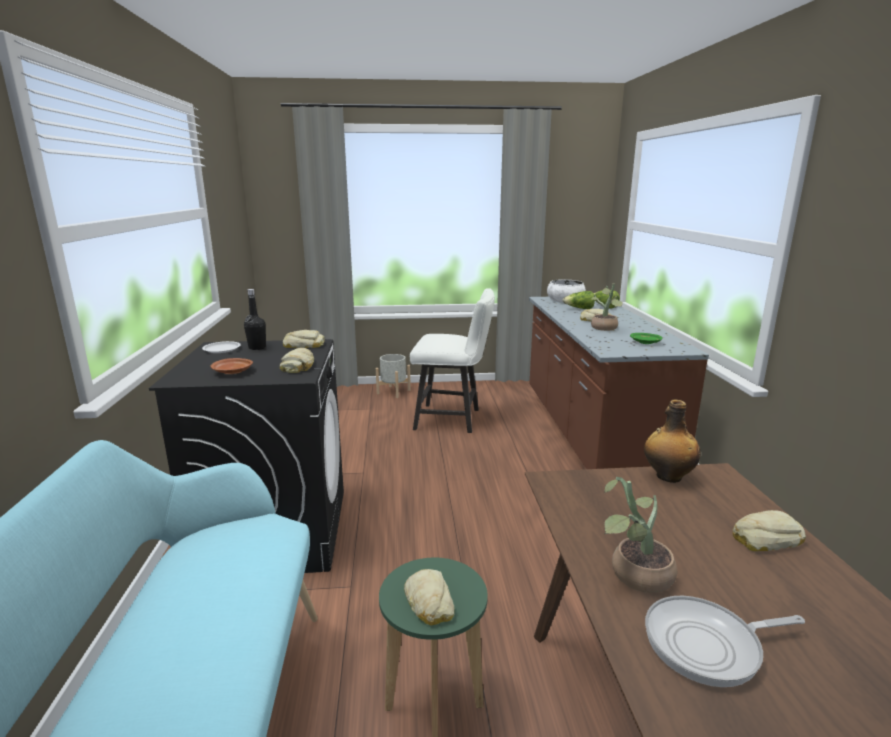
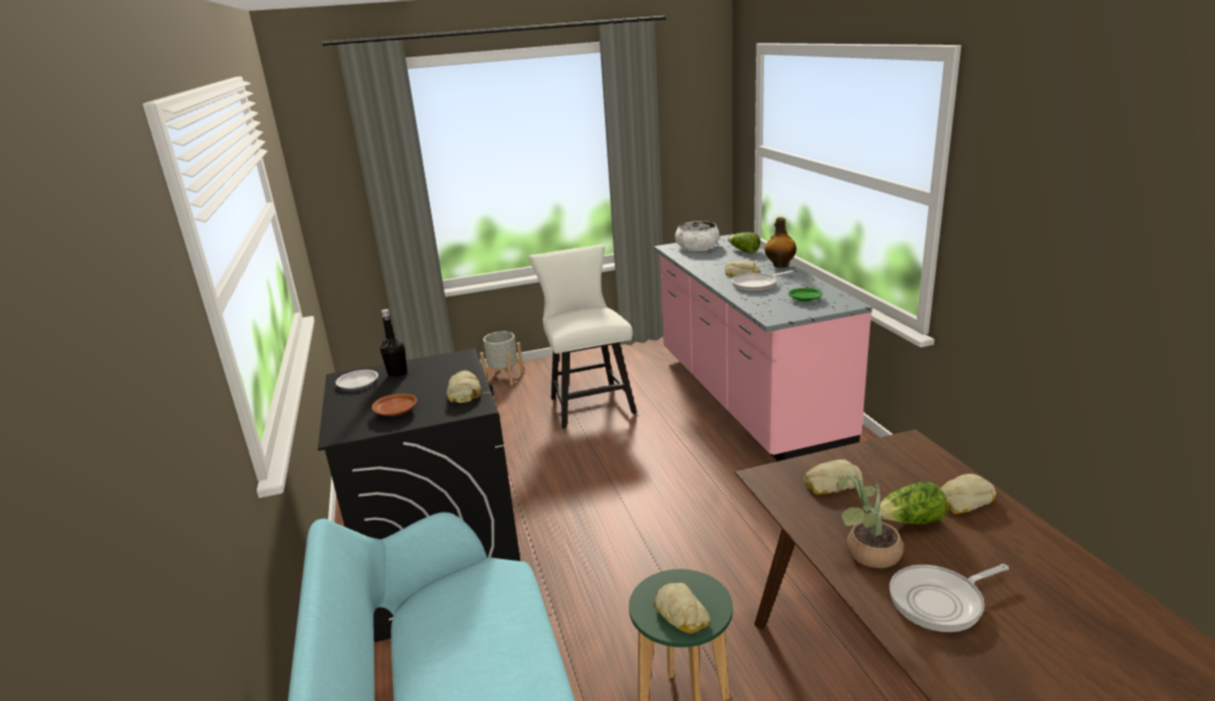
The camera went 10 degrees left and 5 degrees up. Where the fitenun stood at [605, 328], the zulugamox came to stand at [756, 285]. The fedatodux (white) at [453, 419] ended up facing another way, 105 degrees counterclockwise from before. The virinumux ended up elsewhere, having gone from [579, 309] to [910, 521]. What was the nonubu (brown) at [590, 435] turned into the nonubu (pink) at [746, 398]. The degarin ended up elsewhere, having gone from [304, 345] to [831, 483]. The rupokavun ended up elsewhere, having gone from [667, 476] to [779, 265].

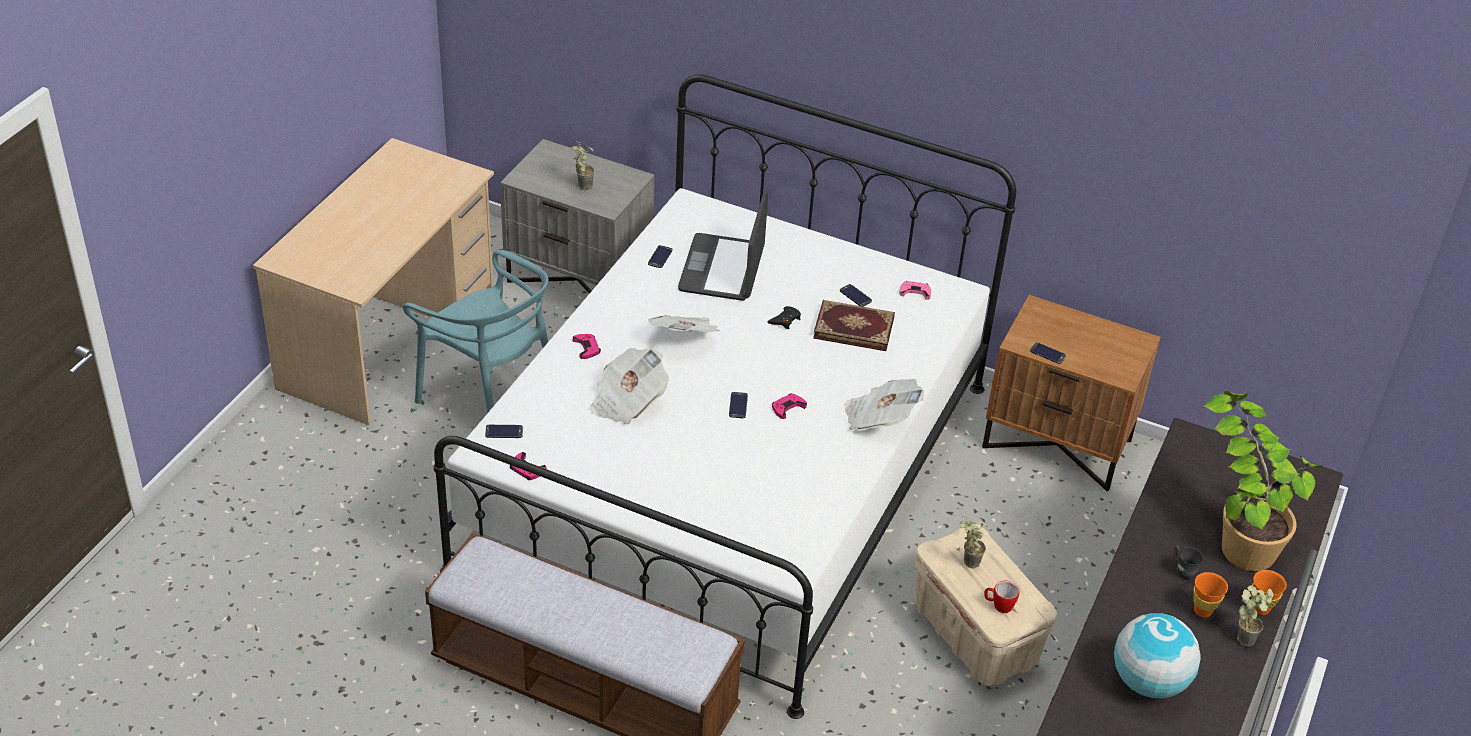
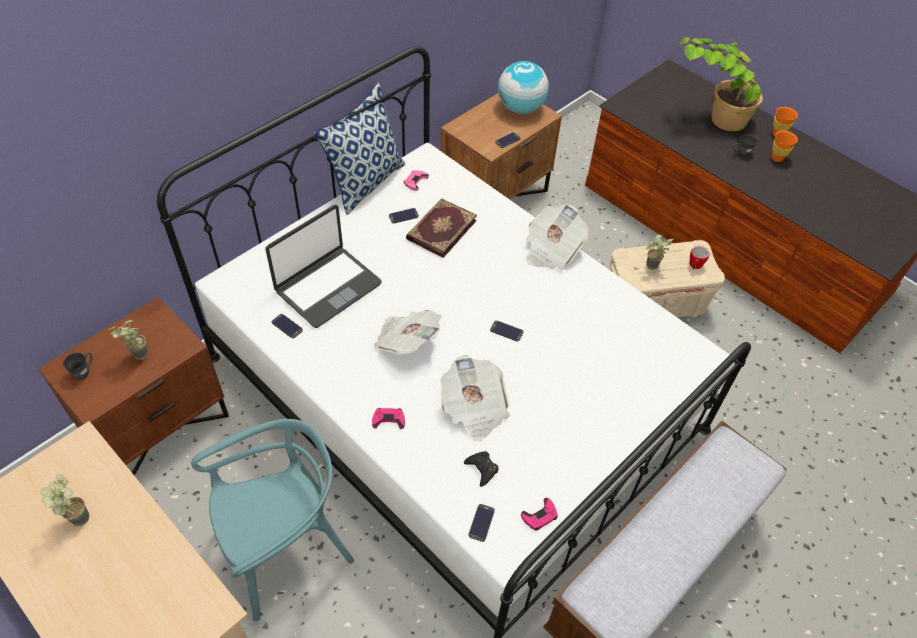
The camera went 70 degrees left and 10 degrees up. What was the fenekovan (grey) at [579, 278] turned into the fenekovan (brown) at [158, 426]. The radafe at [723, 269] ended up facing another way, 75 degrees counterclockwise from before. The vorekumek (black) ended up elsewhere, having gone from [785, 320] to [482, 469]. The second view lost the vorekumek (pink) at [787, 408]. The fitenun ended up elsewhere, having gone from [1246, 636] to [77, 515]. The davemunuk ended up elsewhere, having gone from [1149, 682] to [521, 108]. The second view gained the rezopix at [365, 182]. The second view gained the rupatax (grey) at [84, 371].

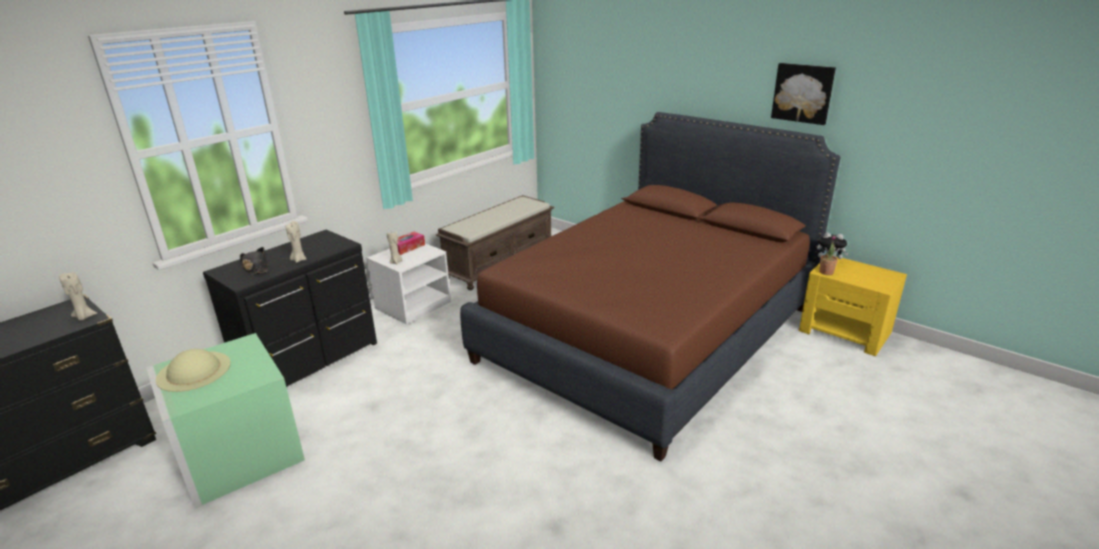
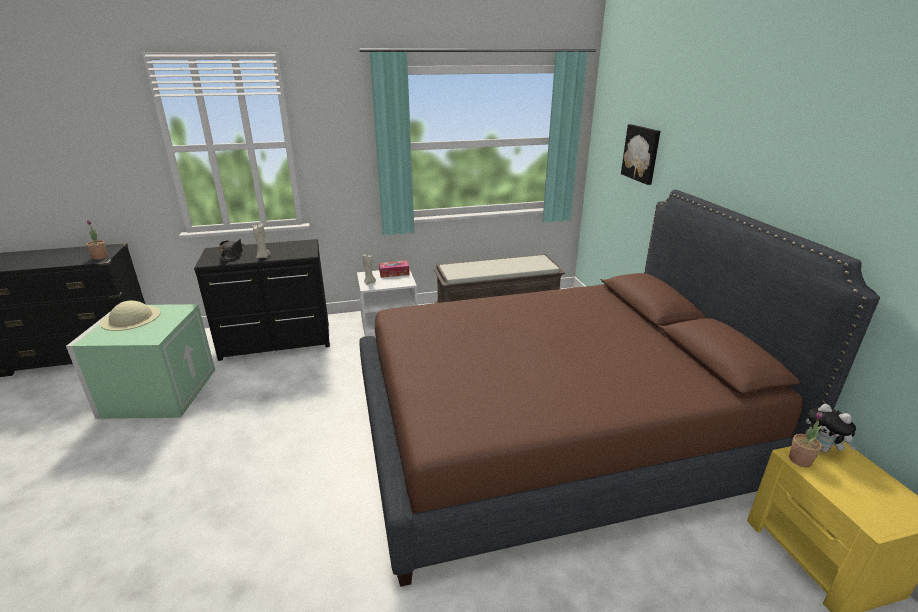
The camera went 35 degrees right and 0 degrees up. The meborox ended up elsewhere, having gone from [803, 93] to [641, 153]. Where the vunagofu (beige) stood at [84, 317], the fitenun came to stand at [100, 257].

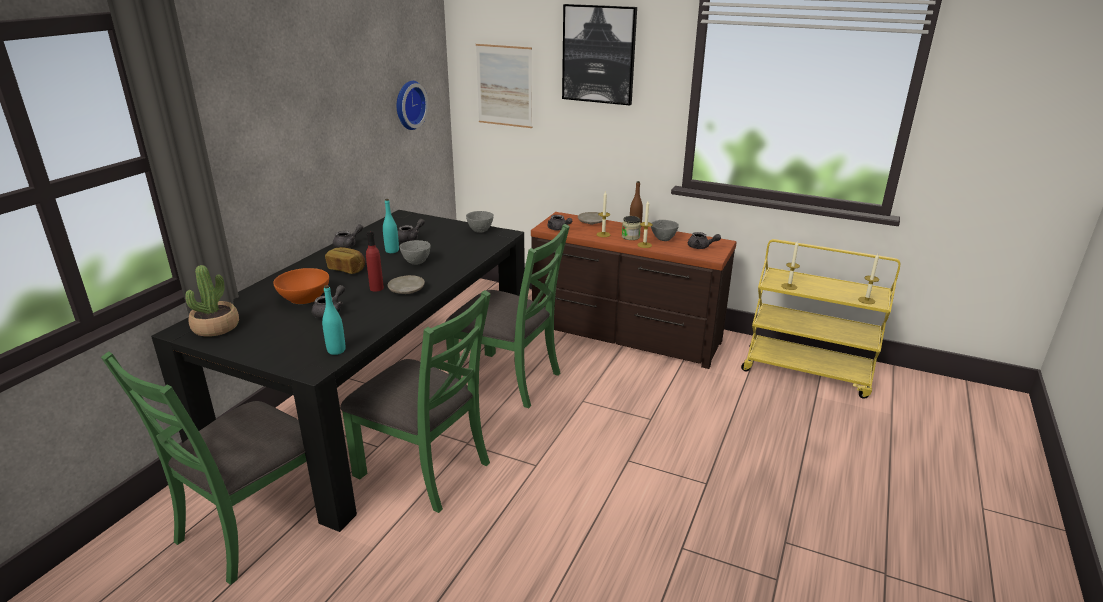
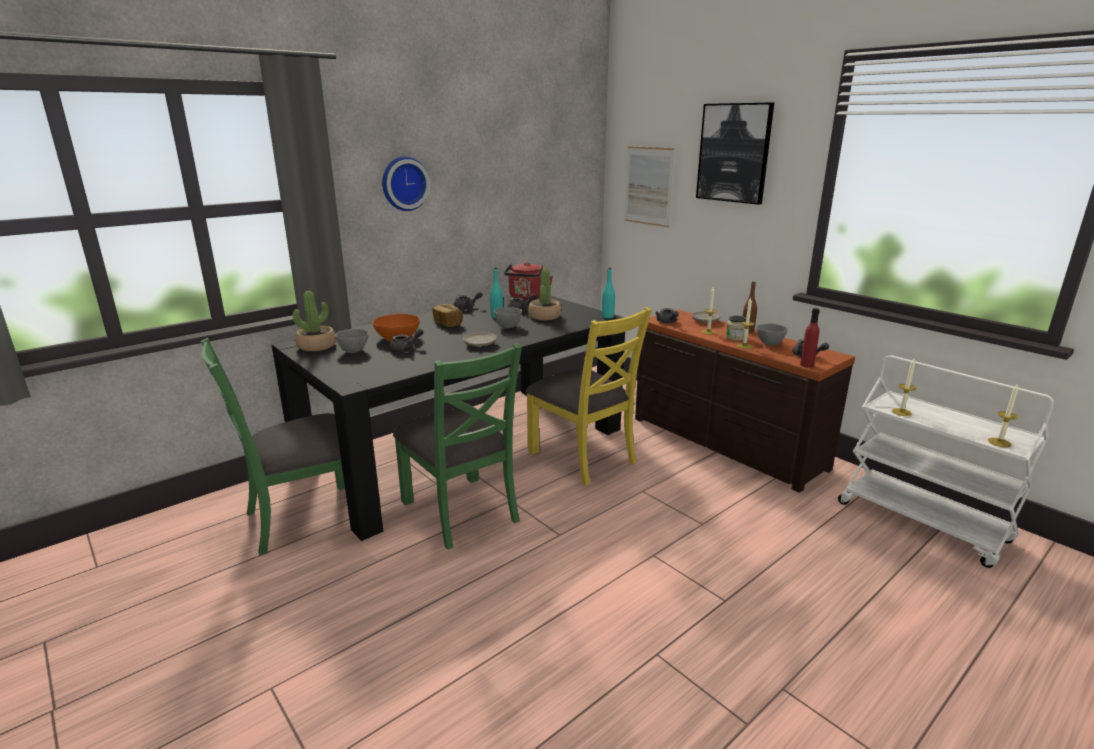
The camera went 25 degrees right and 5 degrees down. The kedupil ended up elsewhere, having gone from [408, 105] to [404, 183]. The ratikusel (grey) ended up elsewhere, having gone from [479, 231] to [353, 351]. What was the fedatodux (green) at [507, 379] turned into the fedatodux (yellow) at [583, 456]. The rupokavun (red) ended up elsewhere, having gone from [376, 288] to [806, 365]. What was the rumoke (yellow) at [807, 372] turned into the rumoke (white) at [923, 522]. The rupokavun (turquoise) ended up elsewhere, having gone from [336, 350] to [607, 316]. The second view gained the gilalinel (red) at [527, 298]. The second view gained the fitenun at [544, 316].

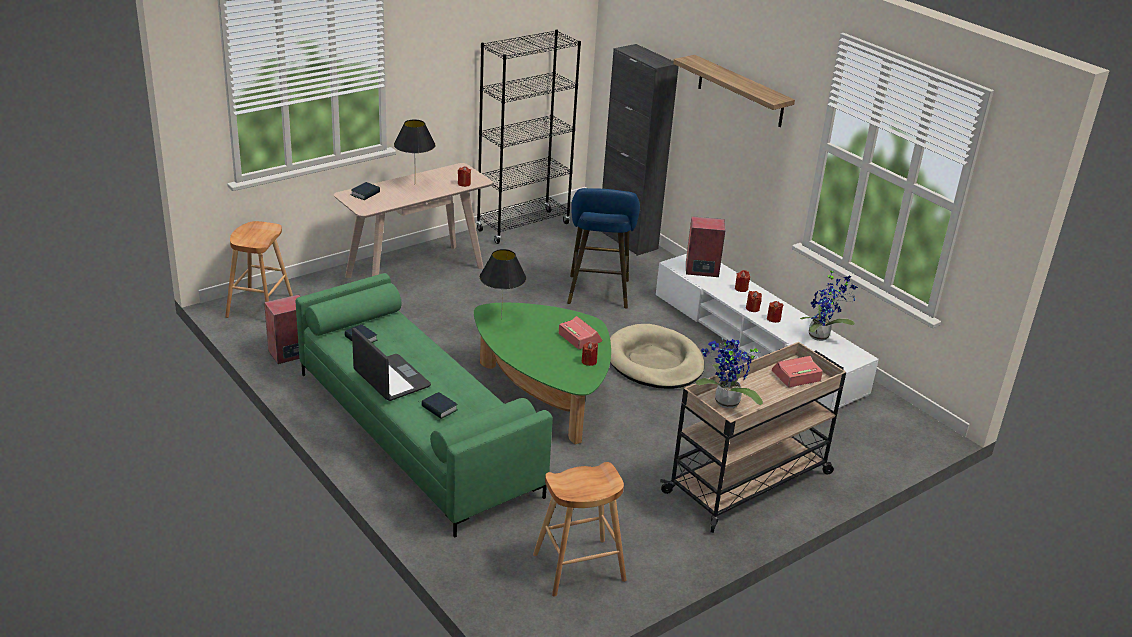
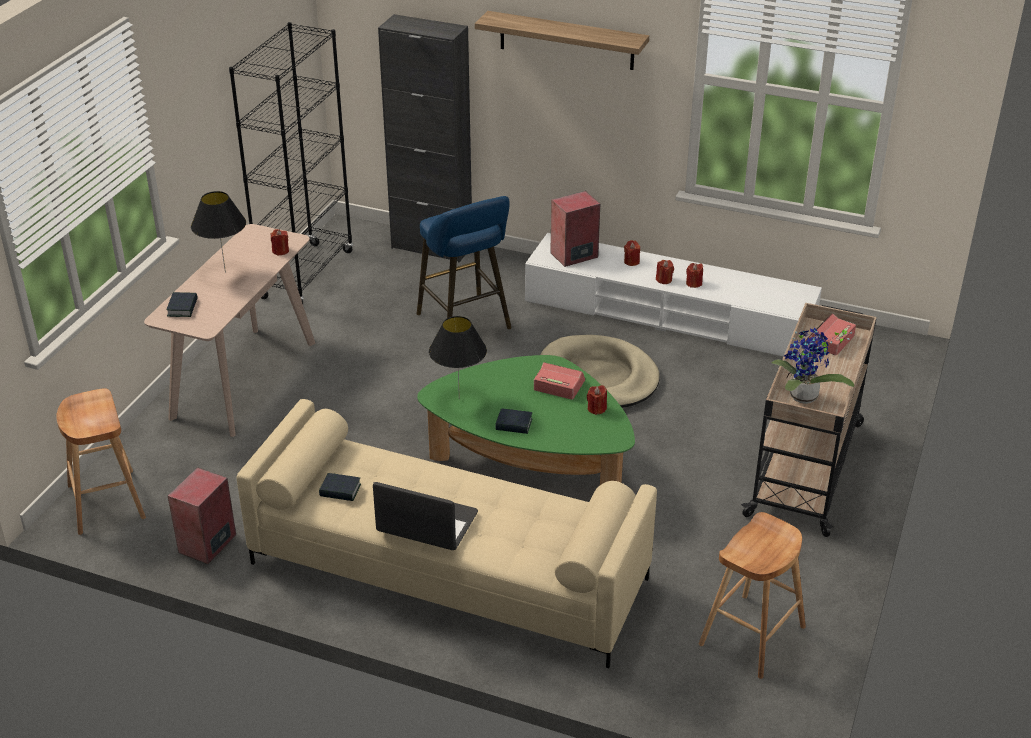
The camera went 30 degrees left and 5 degrees up. The second view lost the fitenun at [821, 336]. What was the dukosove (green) at [414, 432] turned into the dukosove (beige) at [446, 571]. The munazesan ended up elsewhere, having gone from [439, 408] to [514, 425].

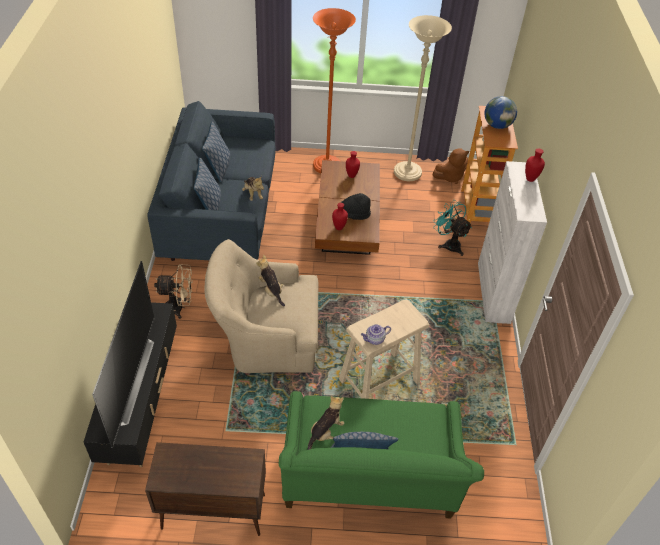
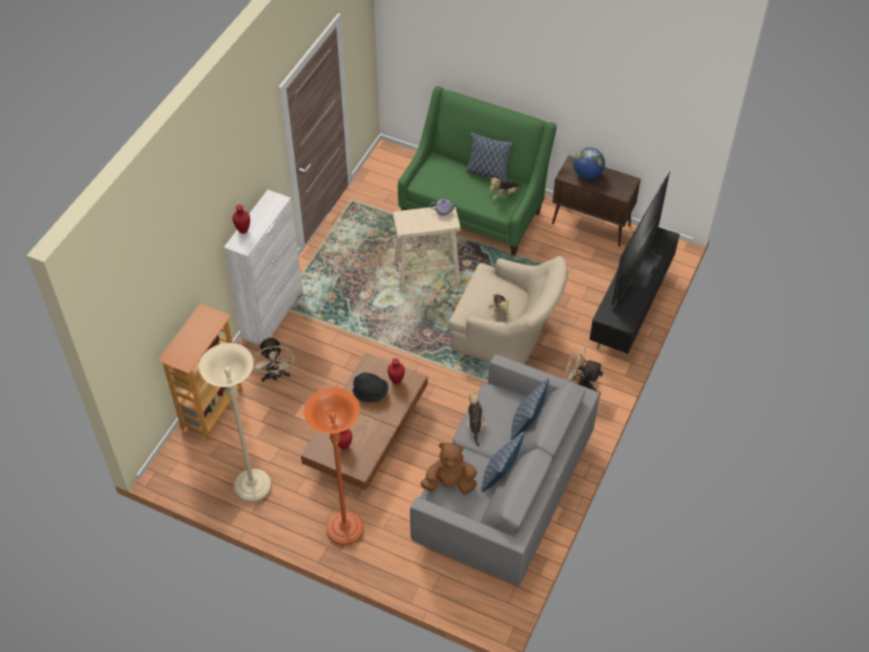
The camera went 155 degrees left and 5 degrees up. The davemunuk ended up elsewhere, having gone from [497, 125] to [587, 174]. What was the dukosove (blue) at [222, 214] turned into the dukosove (grey) at [502, 492]. The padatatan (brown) ended up elsewhere, having gone from [450, 177] to [450, 483]. What was the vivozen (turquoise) at [449, 244] turned into the vivozen (beige) at [275, 376].

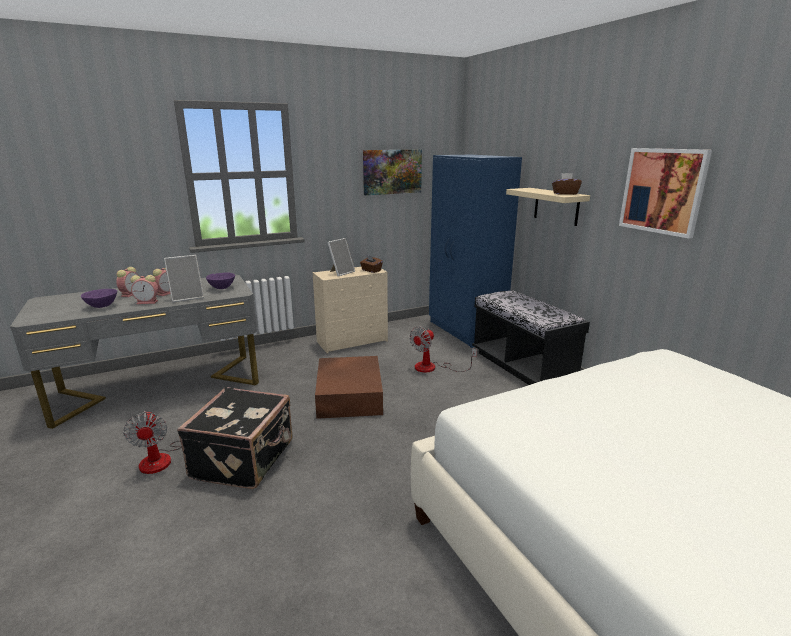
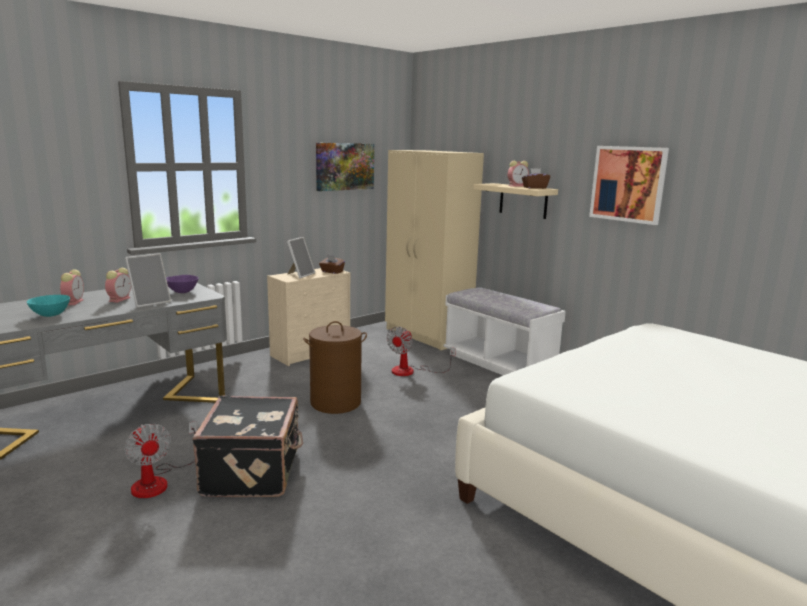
The camera went 15 degrees left and 5 degrees down. What was the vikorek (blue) at [465, 331] turned into the vikorek (beige) at [427, 335]. The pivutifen ended up elsewhere, having gone from [148, 302] to [517, 186]. What was the ratikusel (purple) at [102, 306] turned into the ratikusel (turquoise) at [50, 315]. What was the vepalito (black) at [522, 366] turned into the vepalito (white) at [499, 363]. Where the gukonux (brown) stood at [350, 394], the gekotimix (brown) came to stand at [336, 402].

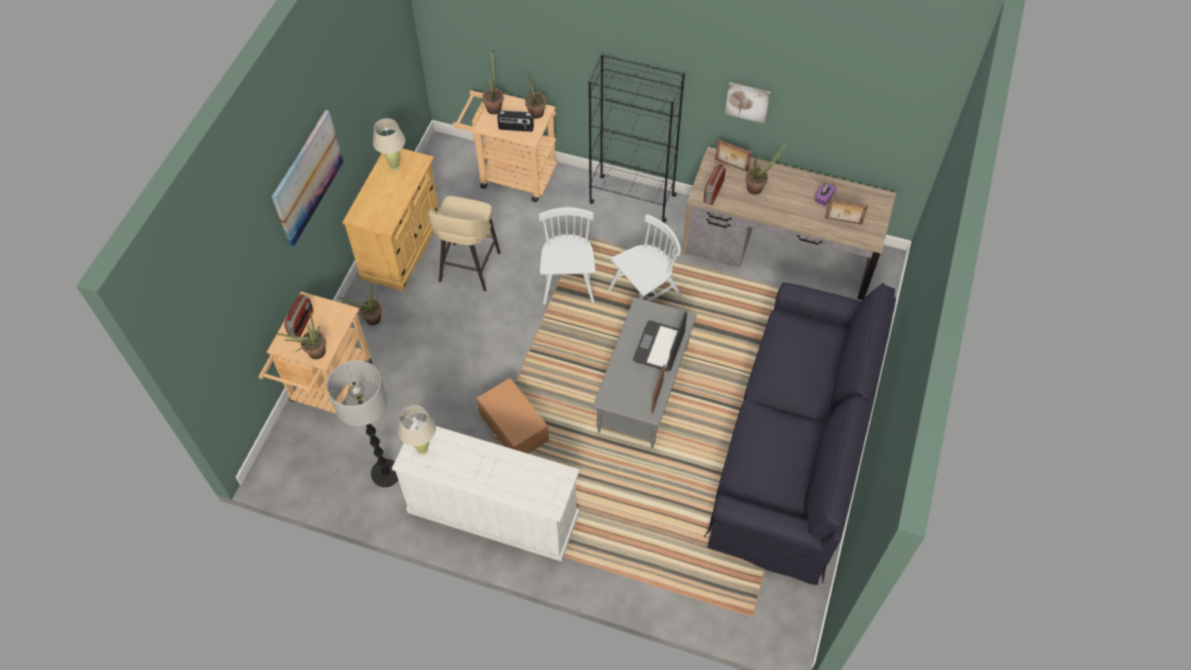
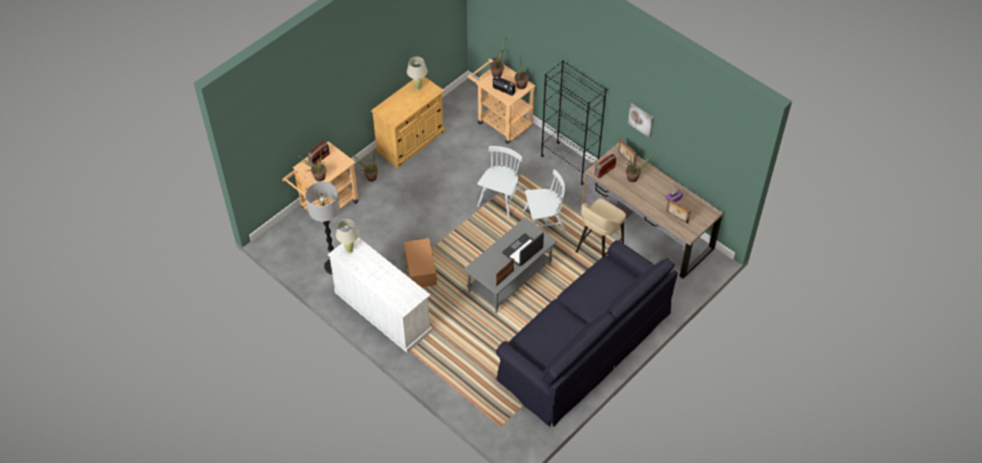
The camera went 25 degrees right and 5 degrees down. The second view lost the meborox at [307, 177]. The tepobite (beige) ended up elsewhere, having gone from [468, 268] to [598, 251].

